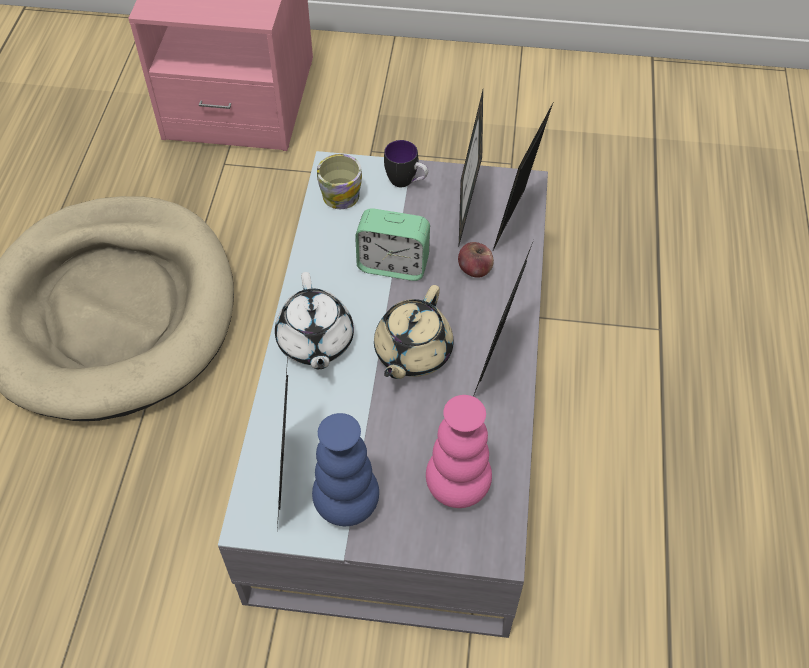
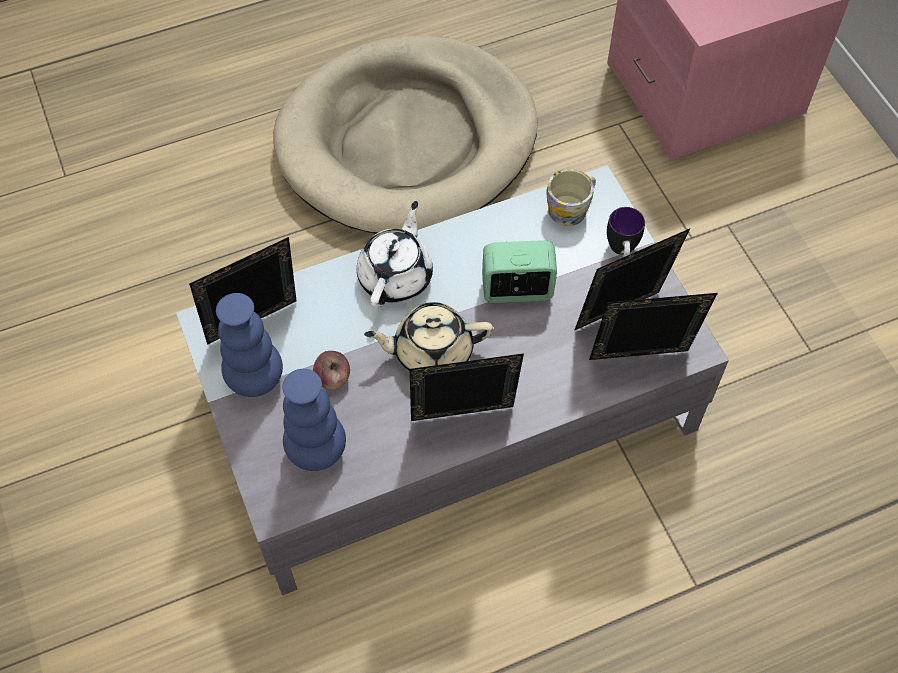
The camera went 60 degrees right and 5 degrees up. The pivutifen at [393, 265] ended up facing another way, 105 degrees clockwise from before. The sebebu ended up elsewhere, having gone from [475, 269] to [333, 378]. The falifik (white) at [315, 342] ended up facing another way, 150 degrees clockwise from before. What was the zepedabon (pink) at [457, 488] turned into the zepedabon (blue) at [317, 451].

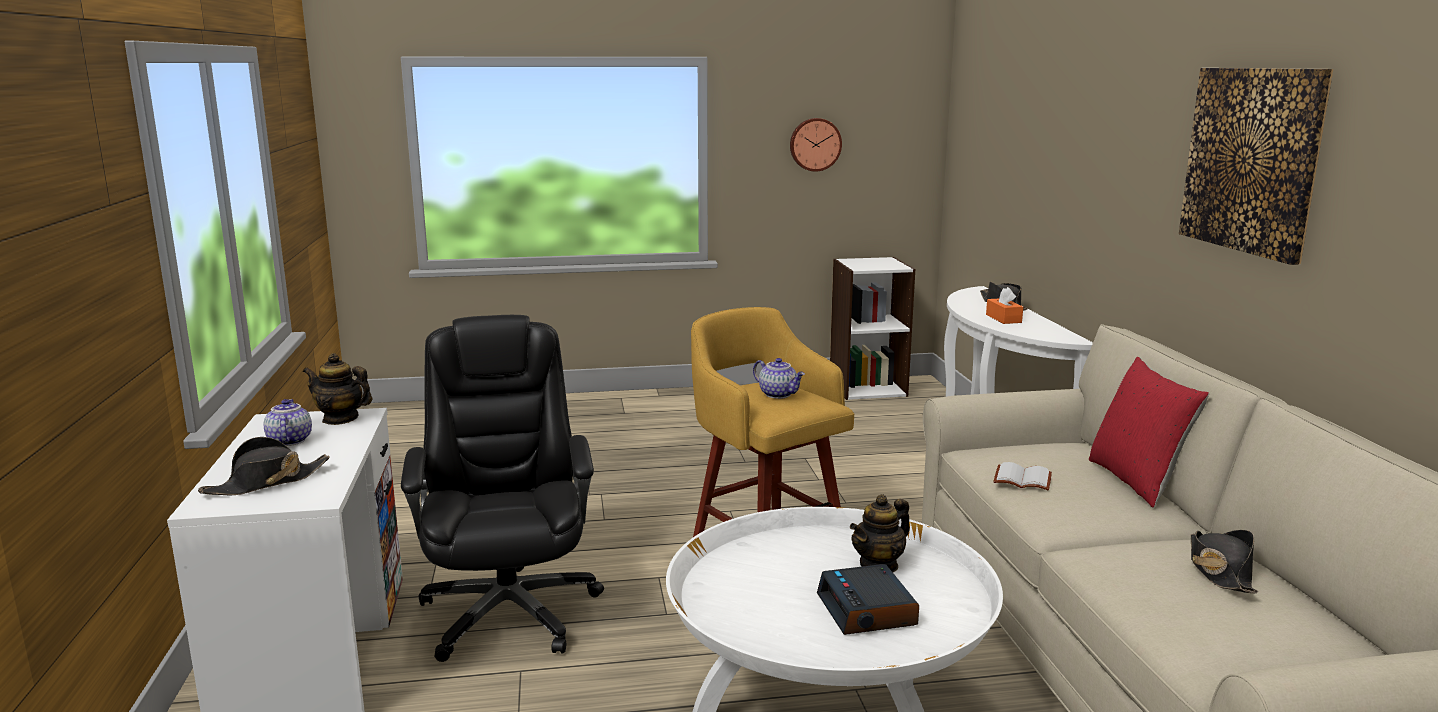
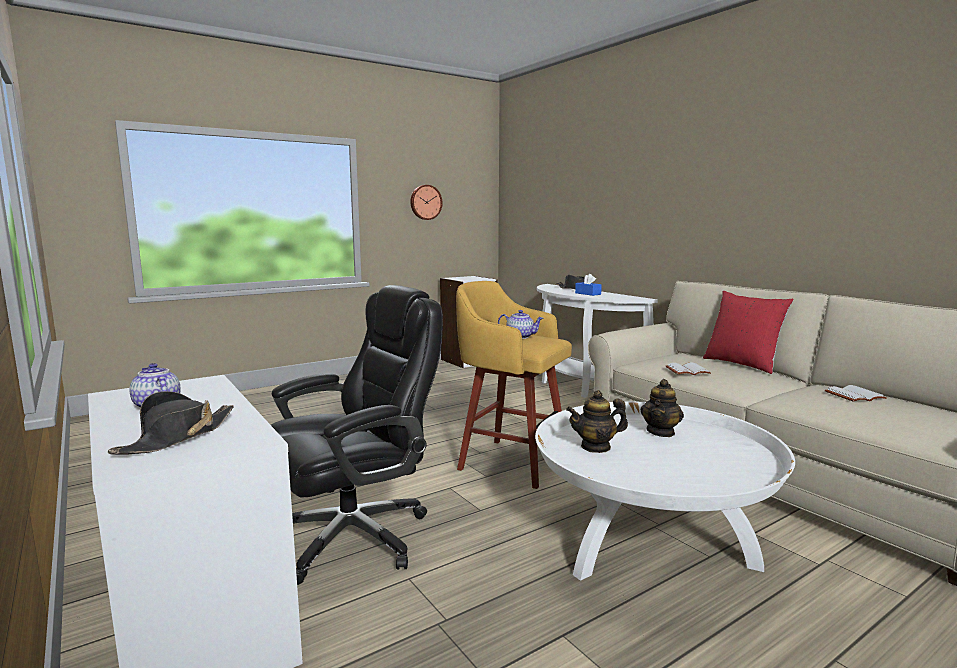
The camera went 25 degrees left and 5 degrees down. The second view lost the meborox at [1252, 160]. What was the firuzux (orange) at [1003, 318] turned into the firuzux (blue) at [588, 294]. The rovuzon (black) at [509, 610] ended up facing another way, 90 degrees clockwise from before. The falifik ended up elsewhere, having gone from [340, 419] to [596, 447]. Where the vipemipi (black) stood at [1219, 571], the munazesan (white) came to stand at [854, 395]. The second view lost the pivutifen at [867, 611].

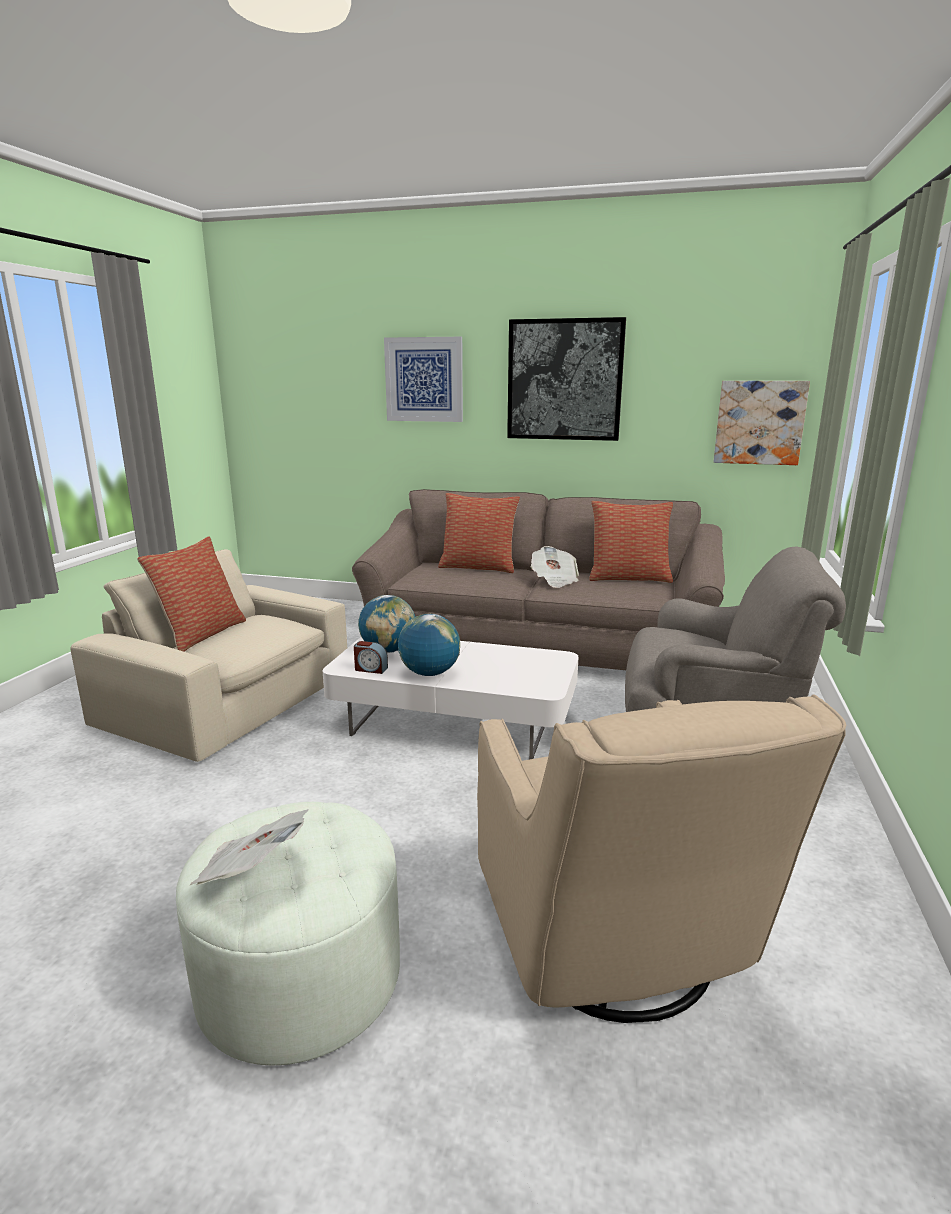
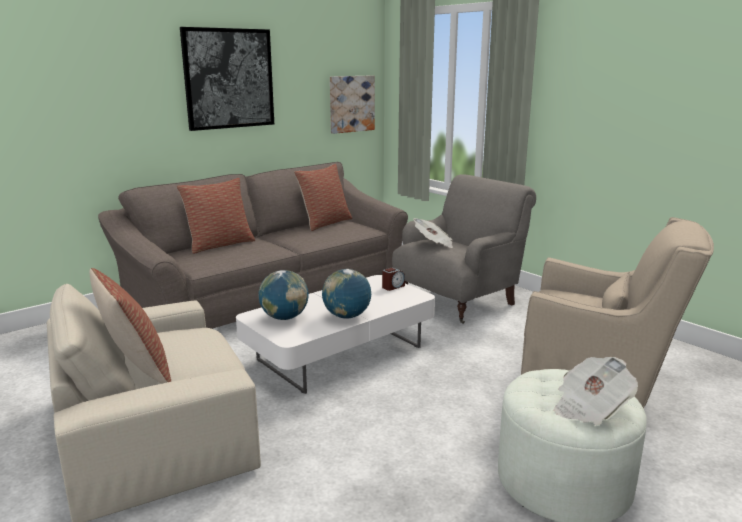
The camera went 55 degrees left and 0 degrees up. The second view lost the meborox at [424, 379]. The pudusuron ended up elsewhere, having gone from [554, 580] to [434, 244]. The pivutifen ended up elsewhere, having gone from [370, 669] to [393, 287].

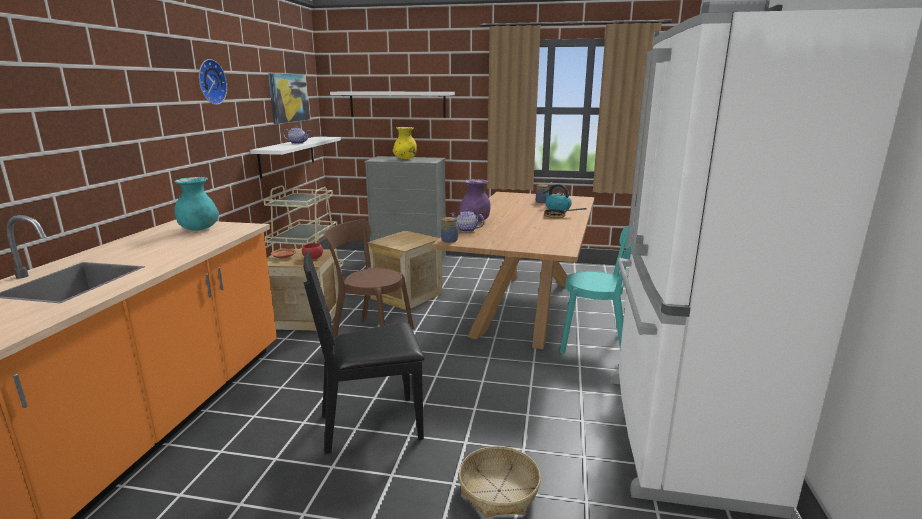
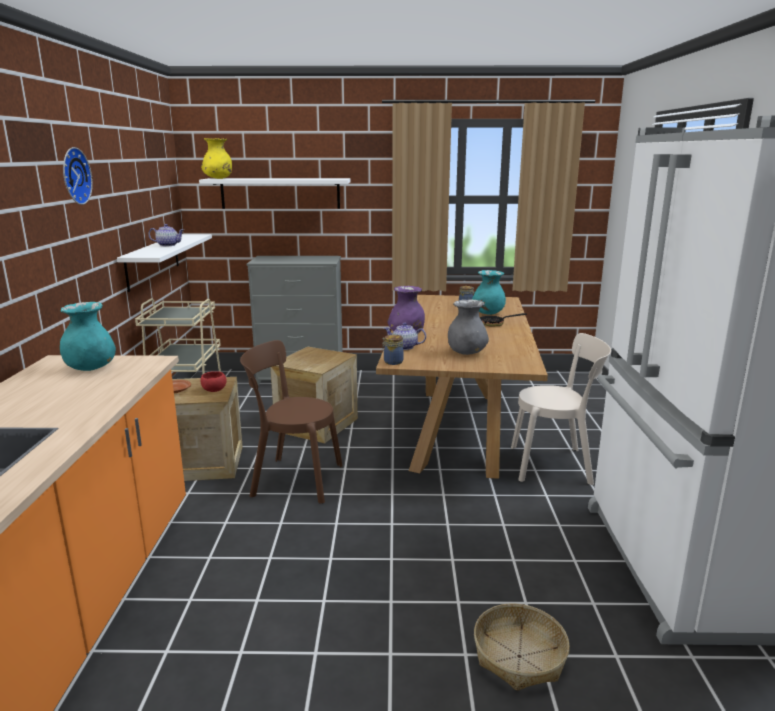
The camera went 10 degrees left and 0 degrees up. The second view lost the meborox at [288, 98]. The zepedabon (yellow) ended up elsewhere, having gone from [405, 159] to [218, 178]. Where the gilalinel stood at [557, 208], the zepedabon (turquoise) came to stand at [487, 313]. What was the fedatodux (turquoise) at [598, 342] turned into the fedatodux (beige) at [555, 465]. The second view lost the fedatodux (black) at [372, 425]. The second view gained the zepedabon (grey) at [466, 353].

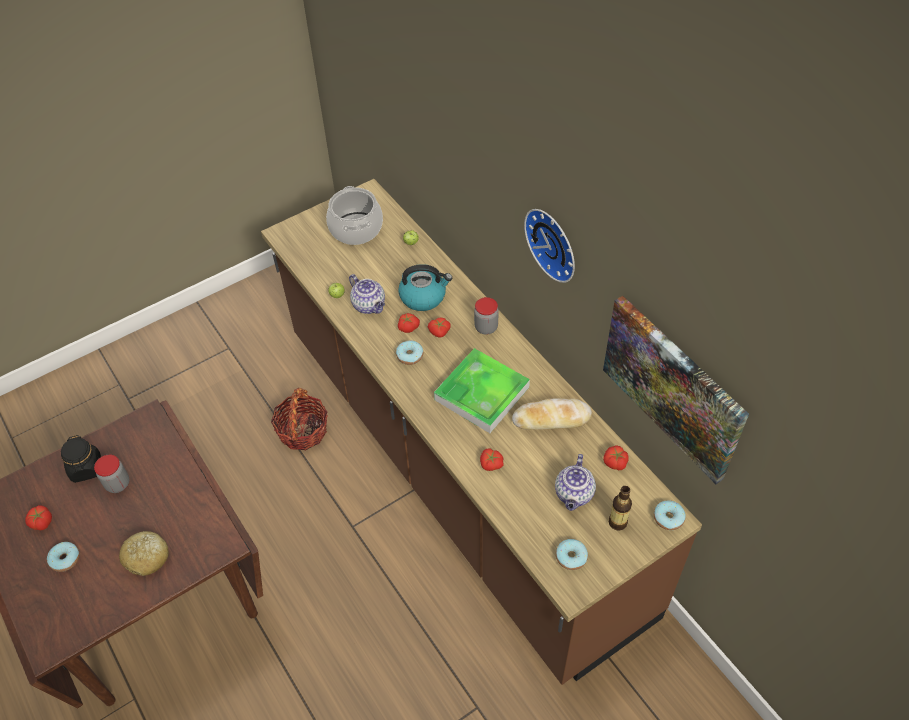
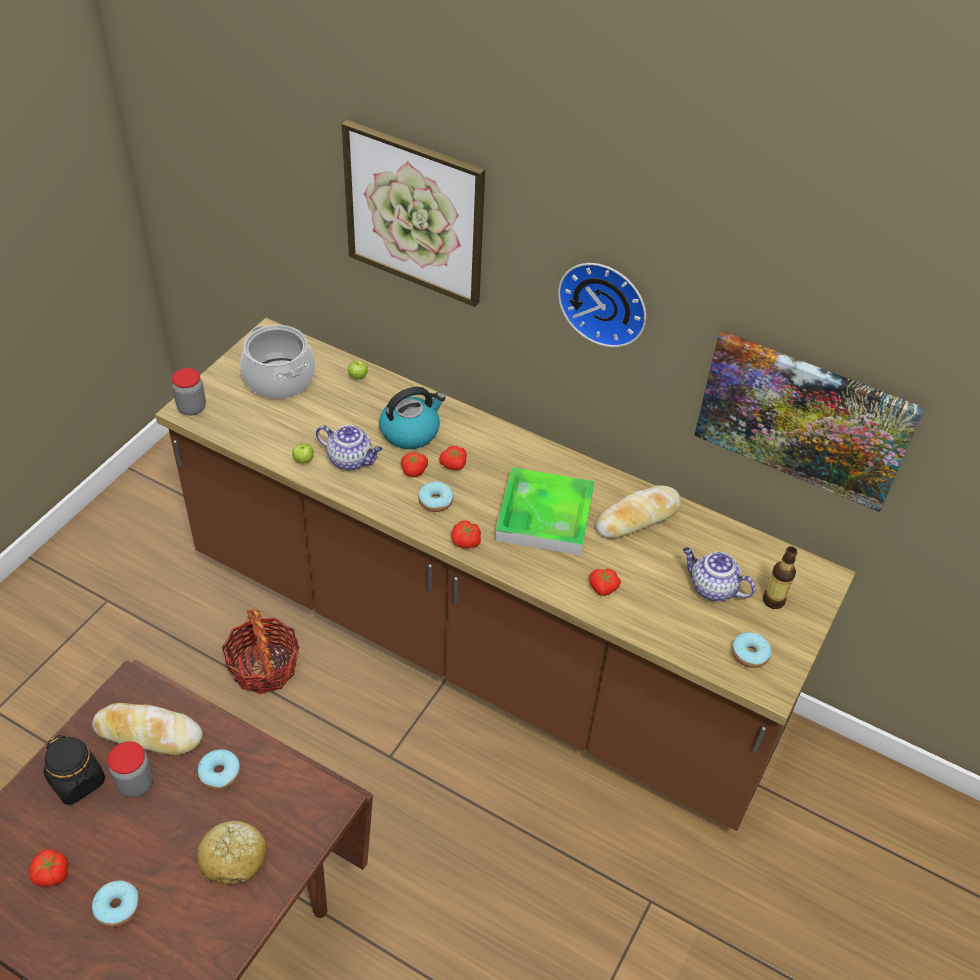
The camera went 30 degrees left and 5 degrees down. The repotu ended up elsewhere, having gone from [486, 327] to [192, 408]. The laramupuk ended up elsewhere, having gone from [615, 462] to [466, 542]. The falifik at [574, 494] ended up facing another way, 135 degrees clockwise from before. The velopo ended up elsewhere, having gone from [668, 518] to [220, 773]. The second view gained the meborox at [415, 213]. The second view gained the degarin at [148, 734].

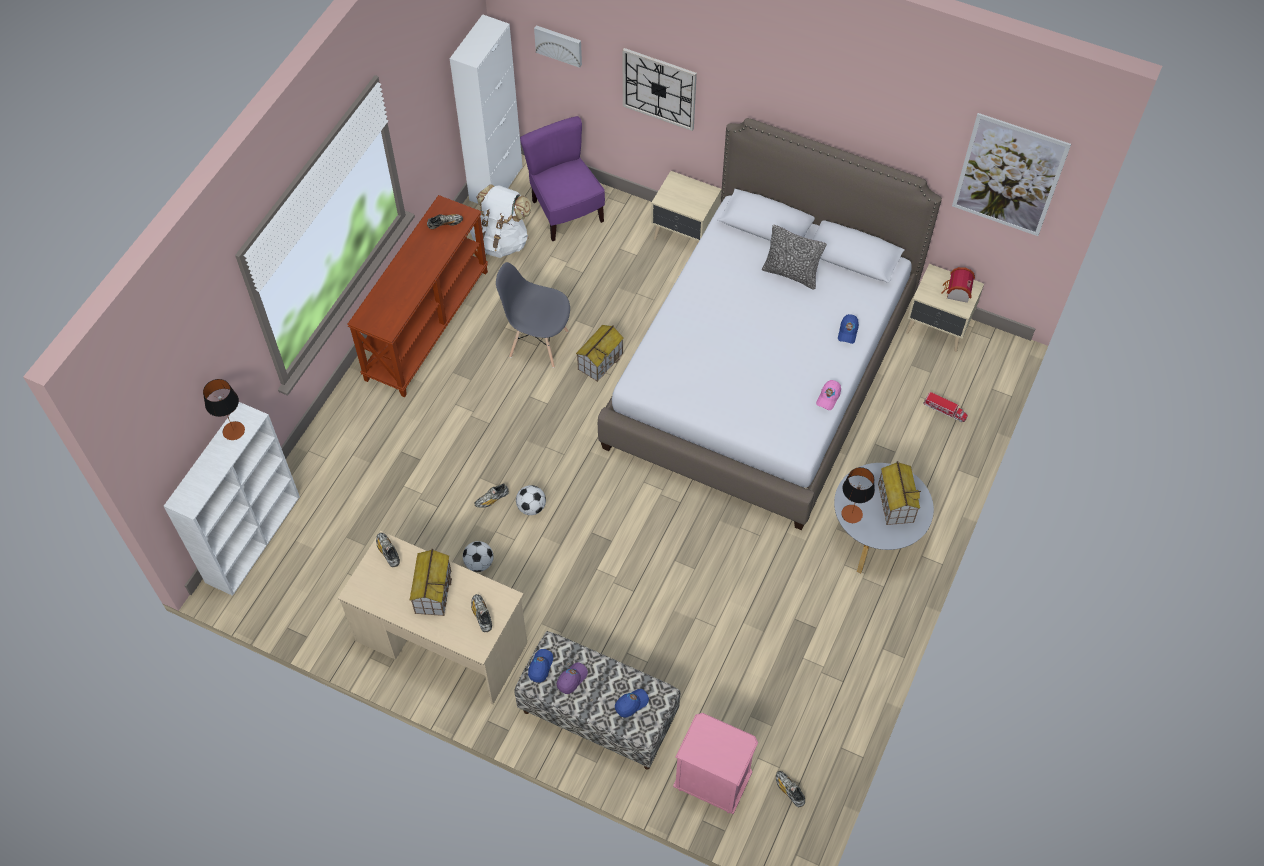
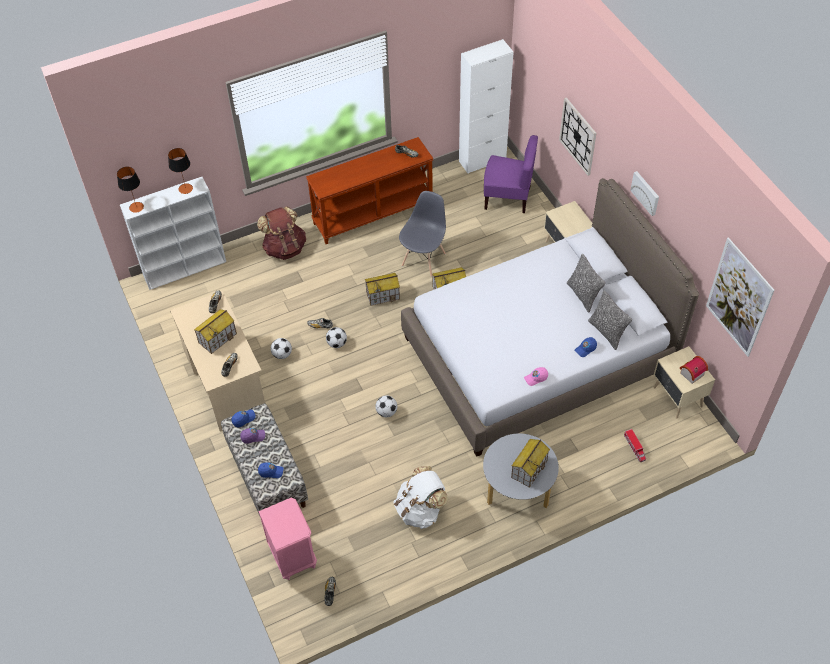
The camera went 40 degrees right and 5 degrees down. The meborox ended up elsewhere, having gone from [559, 45] to [646, 193]. The fedatodux (purple) at [566, 212] ended up facing another way, 90 degrees clockwise from before. The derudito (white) ended up elsewhere, having gone from [501, 241] to [420, 510]. The fedatodux (grey) at [538, 343] ended up facing another way, 60 degrees clockwise from before. The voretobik ended up elsewhere, having gone from [852, 514] to [136, 207]. The second view gained the derudito (brown) at [284, 248]. The second view gained the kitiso at [383, 295]. The second view gained the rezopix at [607, 332]. The second view gained the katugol at [386, 412].

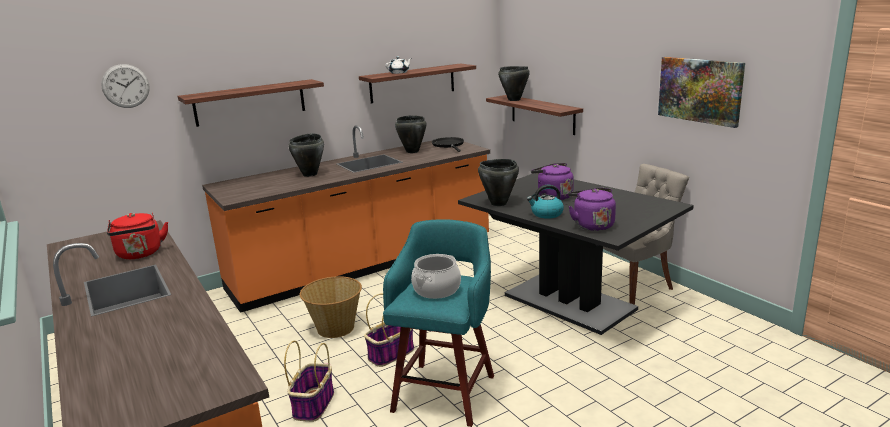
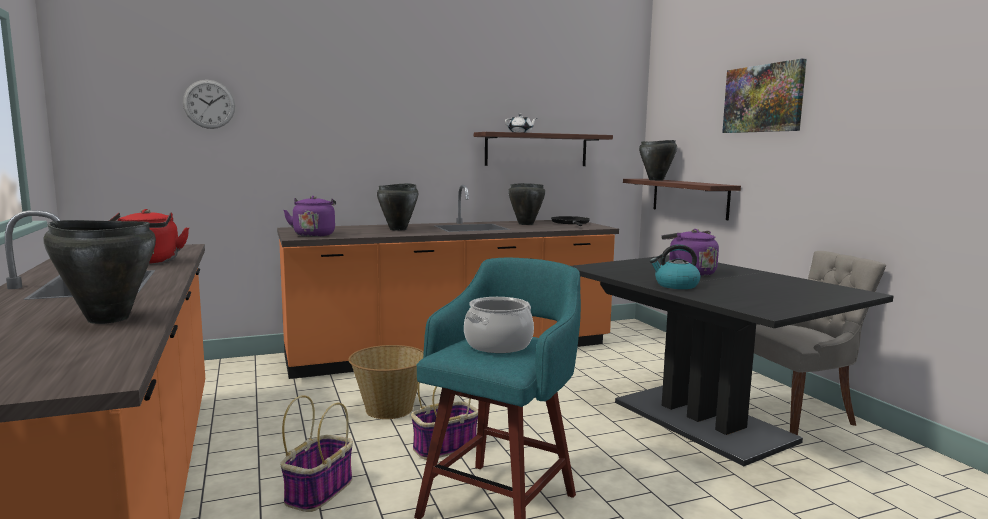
The camera went 10 degrees right and 10 degrees down. The meborox ended up elsewhere, having gone from [700, 90] to [763, 98]. The second view lost the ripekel at [250, 102]. The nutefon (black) ended up elsewhere, having gone from [498, 203] to [108, 319]. The gilalinel (purple) ended up elsewhere, having gone from [591, 225] to [314, 234].

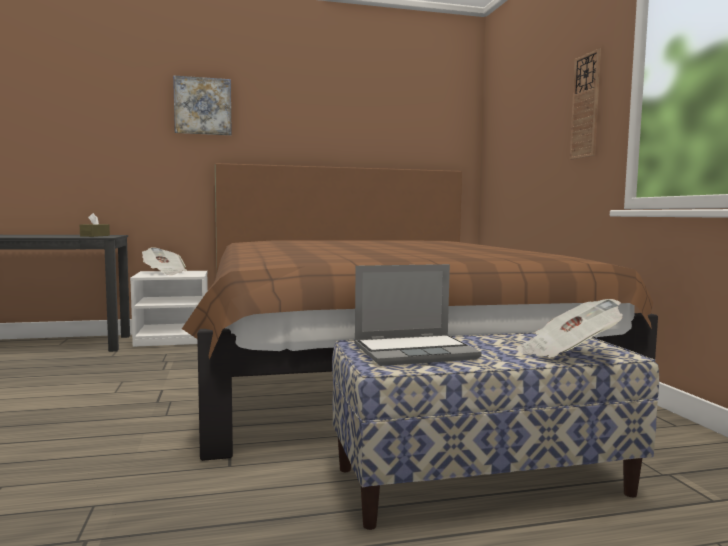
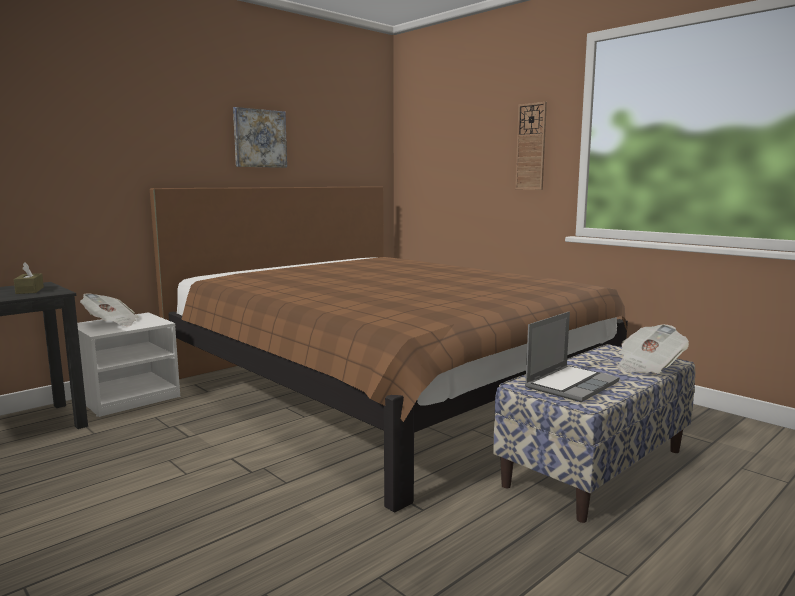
The camera went 30 degrees left and 5 degrees up. The meborox ended up elsewhere, having gone from [203, 106] to [259, 138].

